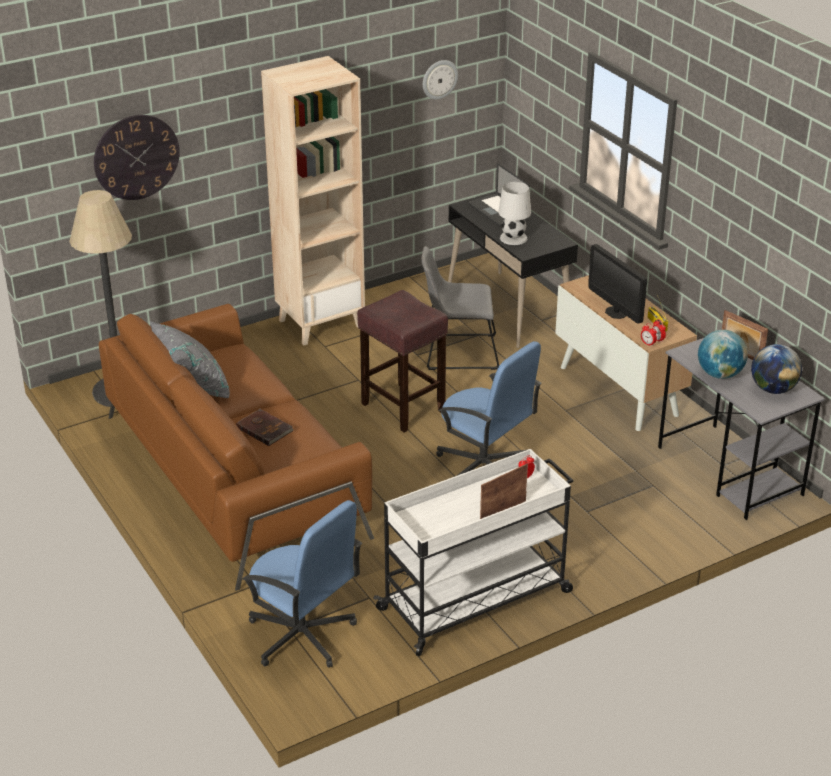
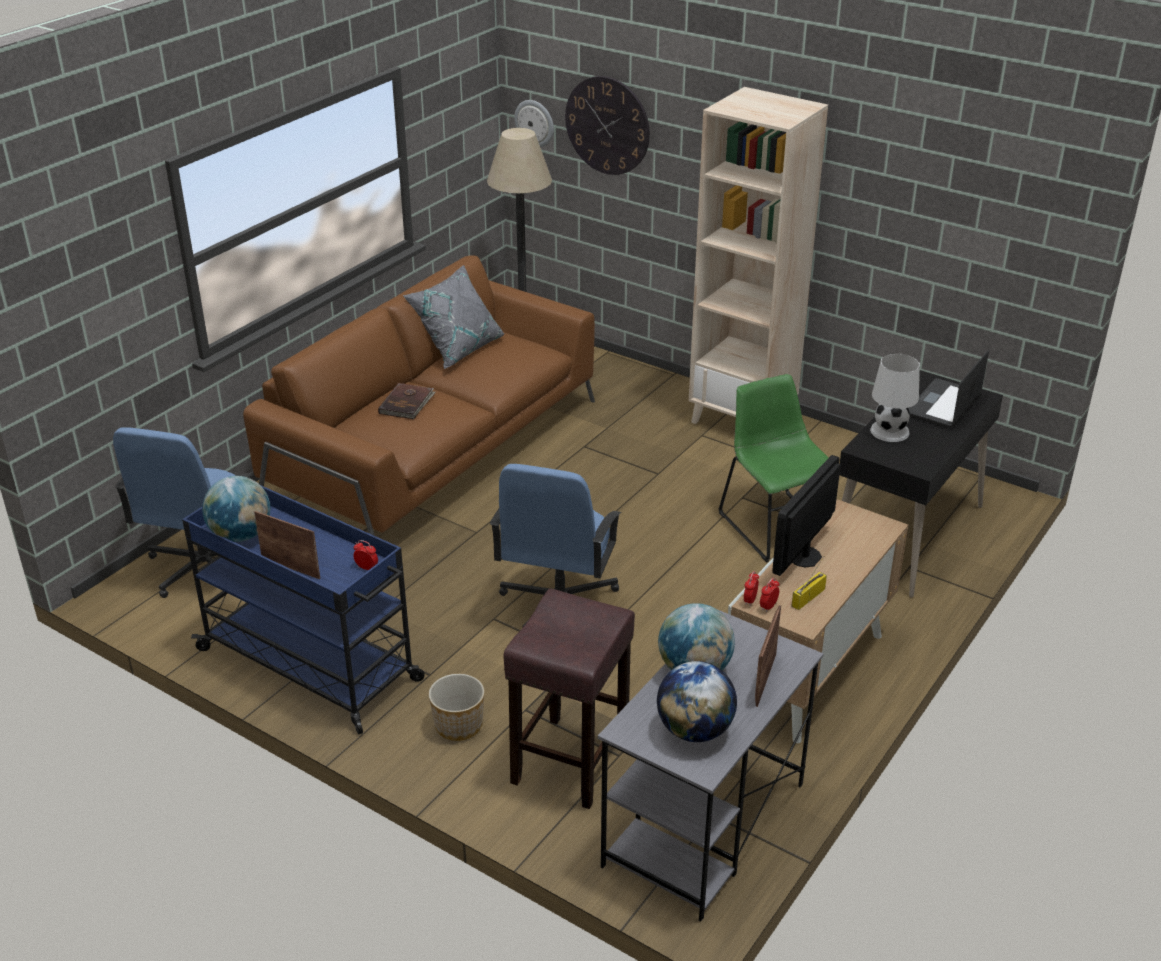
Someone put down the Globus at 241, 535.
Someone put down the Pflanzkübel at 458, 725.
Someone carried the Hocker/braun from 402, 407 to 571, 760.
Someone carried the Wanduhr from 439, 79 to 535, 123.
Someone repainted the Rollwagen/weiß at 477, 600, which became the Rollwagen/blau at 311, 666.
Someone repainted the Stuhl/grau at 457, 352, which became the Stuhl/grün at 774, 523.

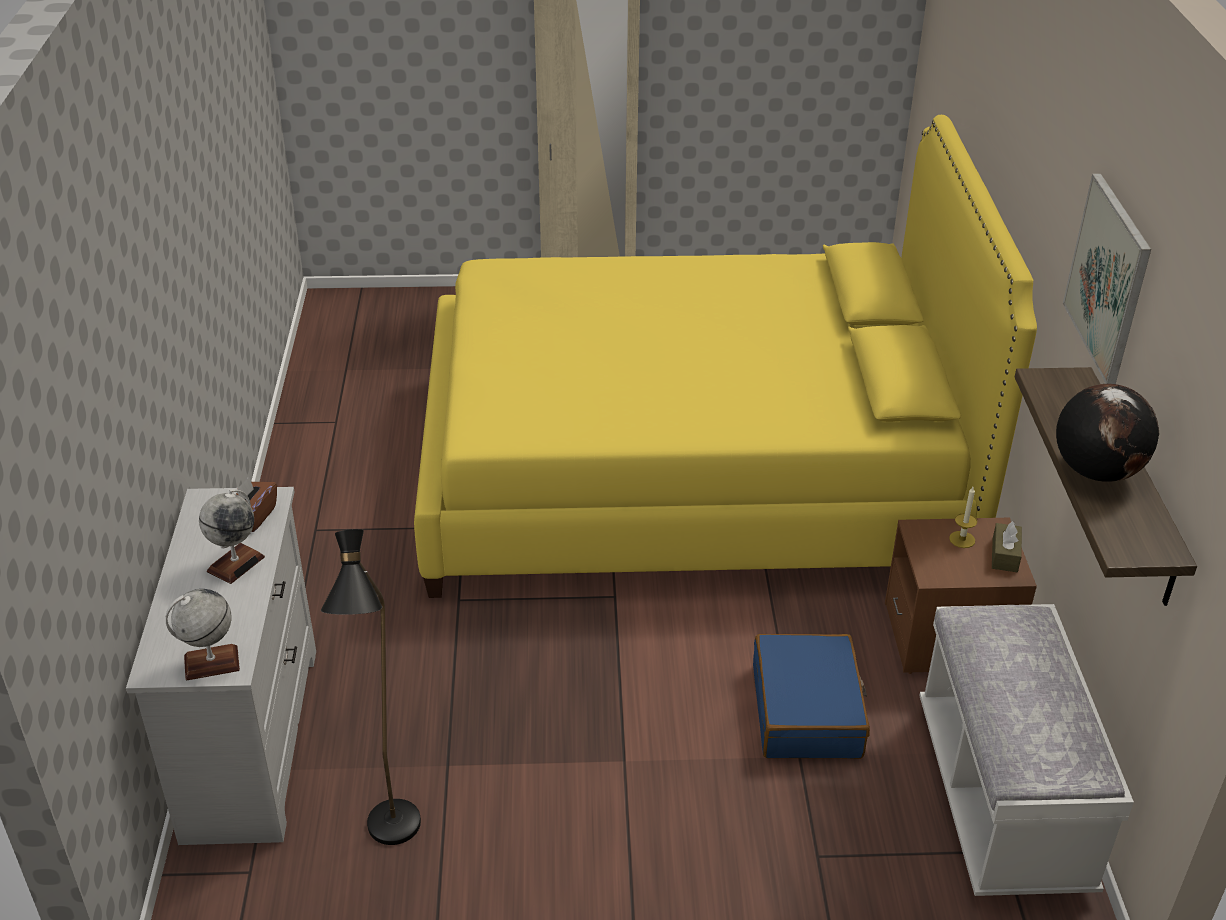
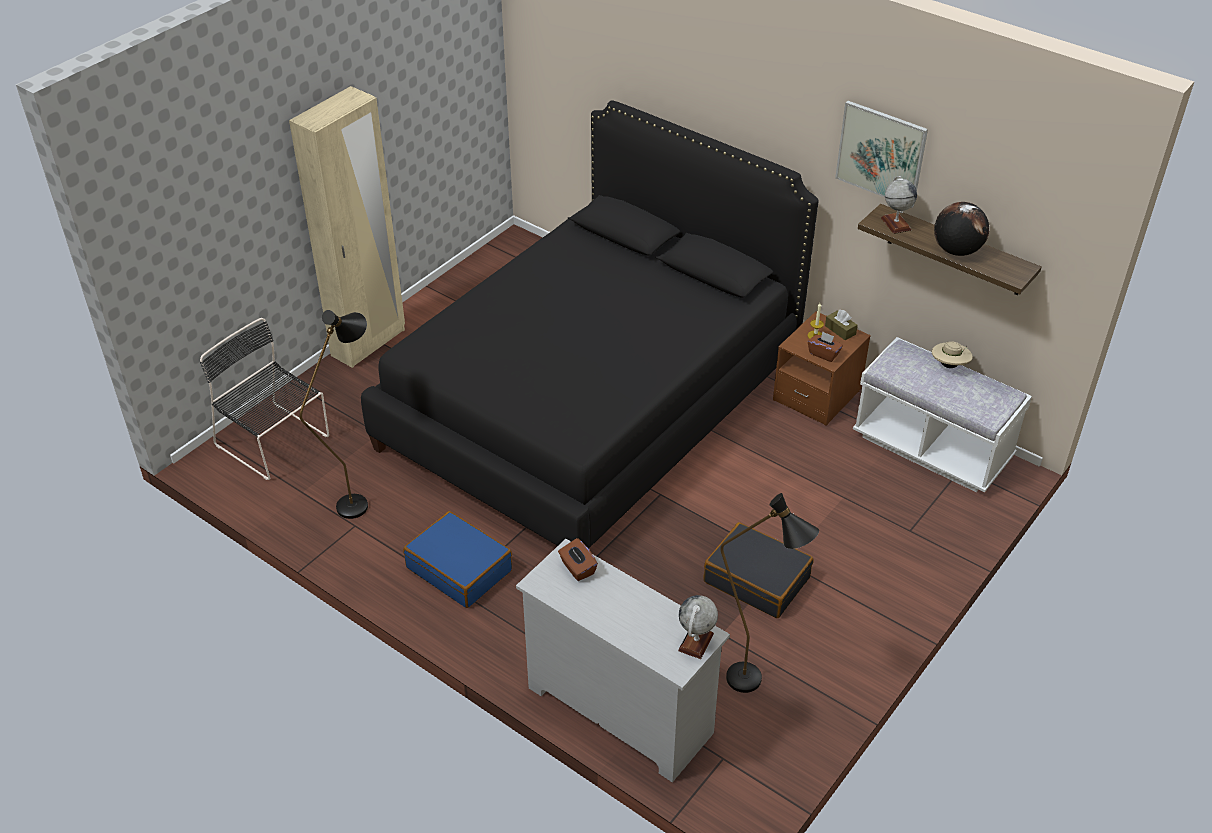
Someone put down the Stuhl/schwarz at 274, 442.
Someone put down the Stehlampe/schwarz at 361, 500.
Someone put down the Koffer/schwarz at 757, 579.
Someone put down the Taschentuchbox/braun at 824, 354.
Someone put down the Hut/beige at 949, 365.
Someone carried the Globus from 236, 564 to 895, 224.
Someone carried the Koffer/blau from 807, 711 to 459, 569.
Someone repainted the Bett/gelb at 690, 473, which became the Bett/schwarz at 592, 404.

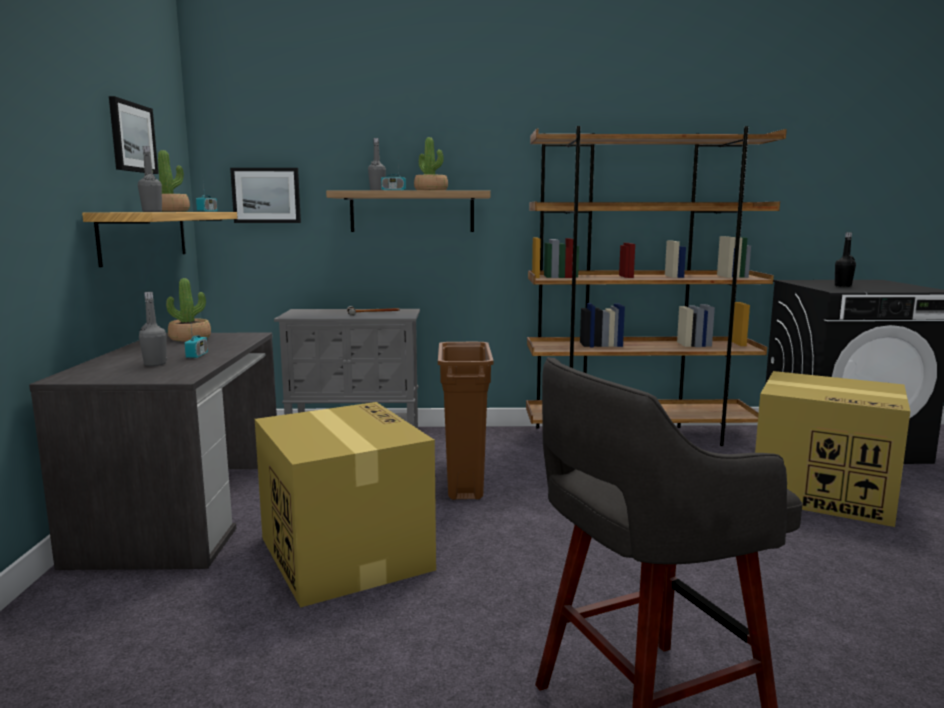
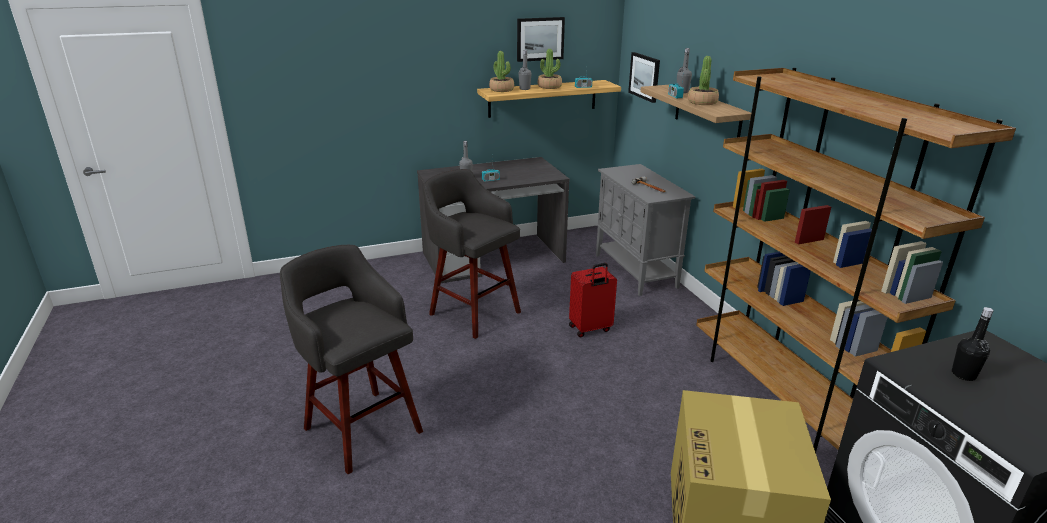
Someone carried the Topfpflanze from 190, 338 to 502, 90.
Someone swapped the Karton at 343, 552 for the Hocker/grau at 473, 312.
Someone swapped the Mülleimer/braun at 465, 484 for the Koffer/rot at 590, 329.

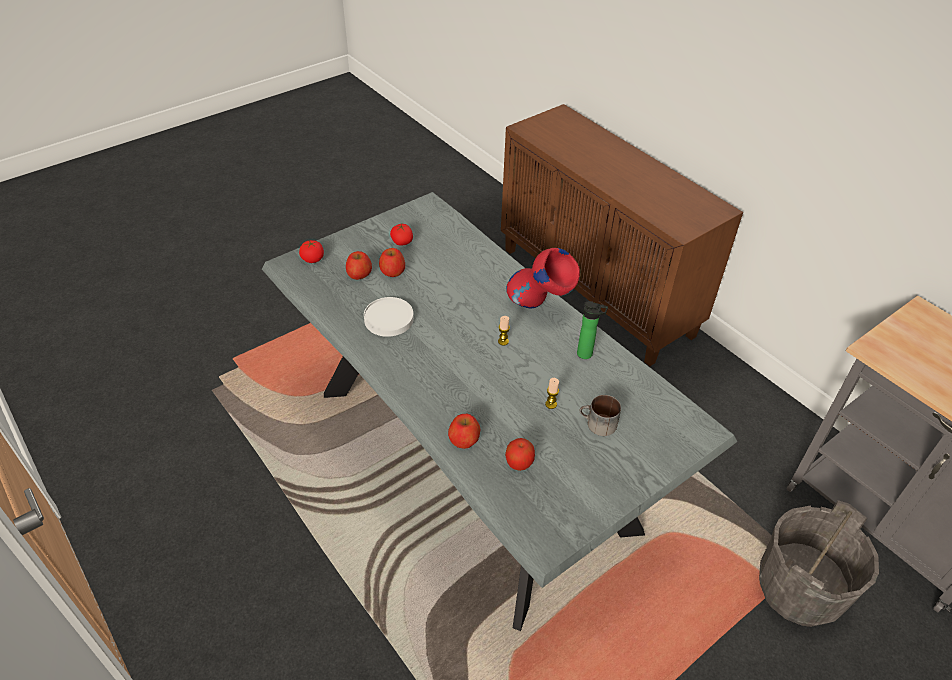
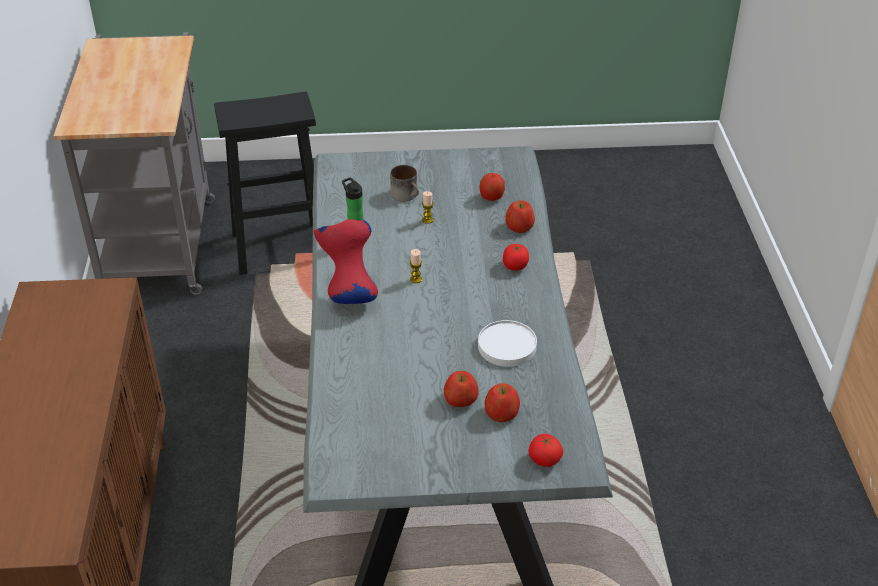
Someone carried the Tomate from 402, 242 to 515, 266.
Someone swapped the Eimer/grau at 799, 589 for the Hocker/schwarz at 281, 246.

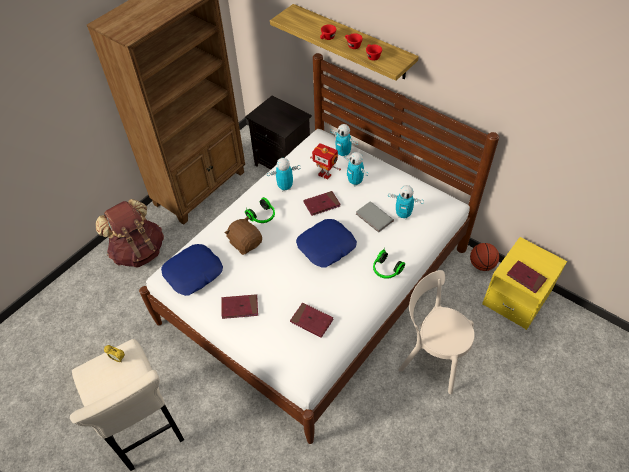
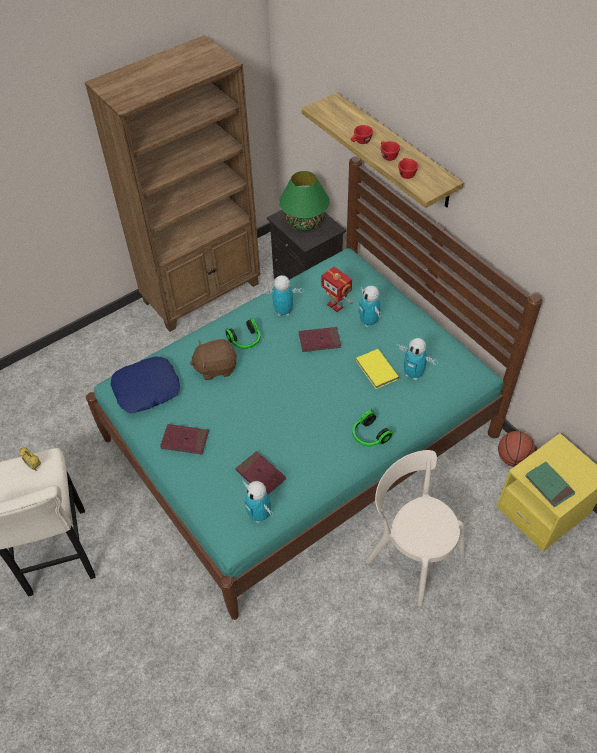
Someone took away the Rucksack/braun at 138, 251.
Someone took away the Kissen/blau at 326, 247.
Someone put down the Tischlampe/grün at 304, 222.
Someone carried the Spielzeugroboter from 343, 154 to 259, 515.
Someone repainted the Bett/weiß at 316, 285, which became the Bett/türkis at 300, 437.
Someone repainted the Buch/grau at 374, 218, which became the Buch/gelb at 376, 370.
Someone repainted the Buch/rot at 526, 277, which became the Buch/grün at 549, 485.
Someone rotated the Plüschtier/braun at 245, 243 by 75 degrees counterclockwise.

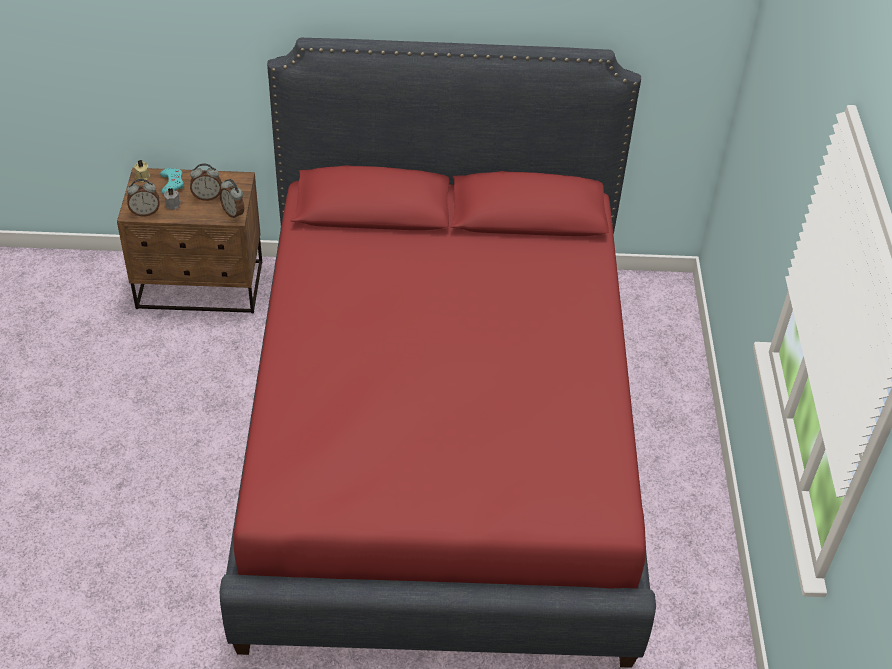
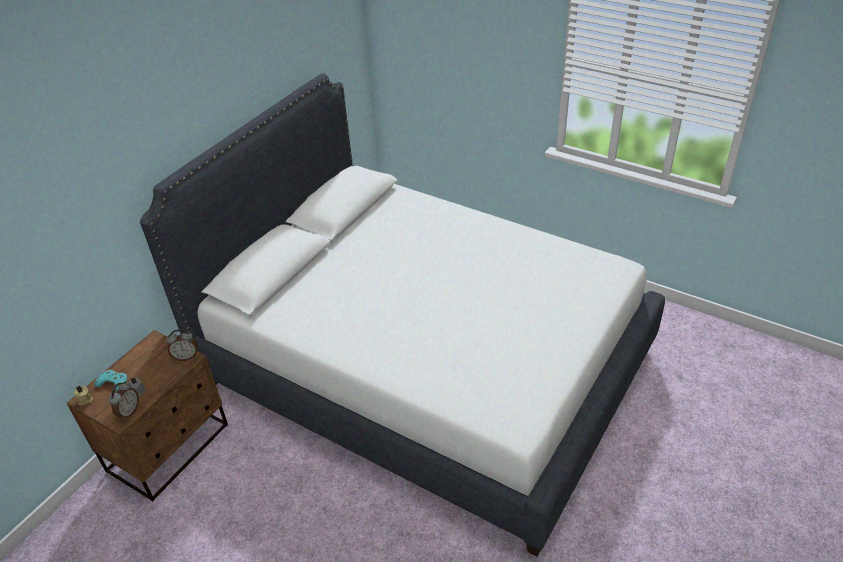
Someone took away the Wecker at 207, 196.
Someone repainted the Bett/rot at 441, 441, which became the Bett/weiß at 426, 367.

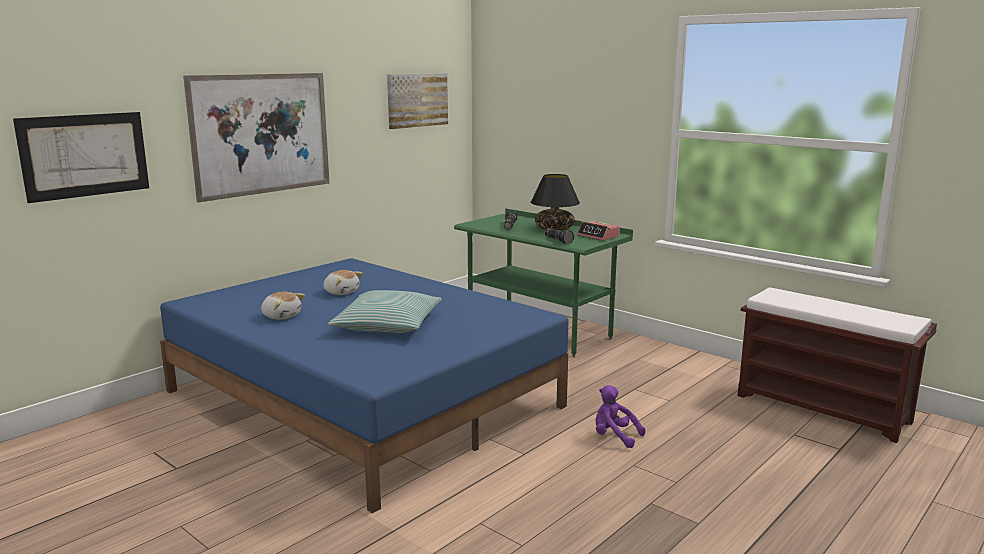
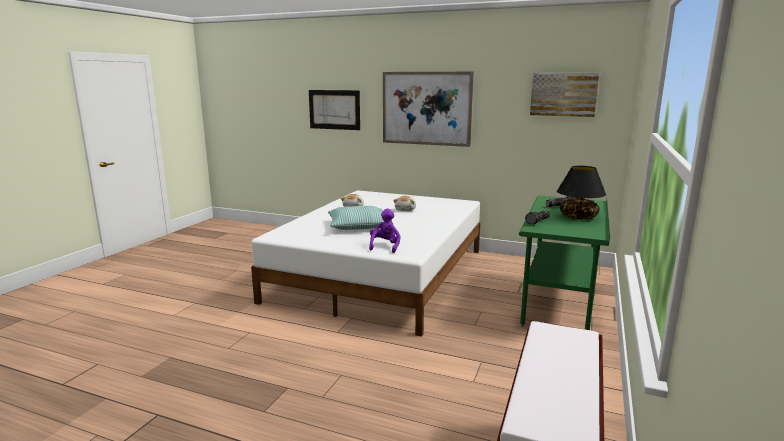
Someone took away the Wecker at 598, 236.
Someone carried the Plüschtier/lila from 614, 437 to 385, 246.
Someone repainted the Bett/blau at 363, 398, which became the Bett/weiß at 381, 274.

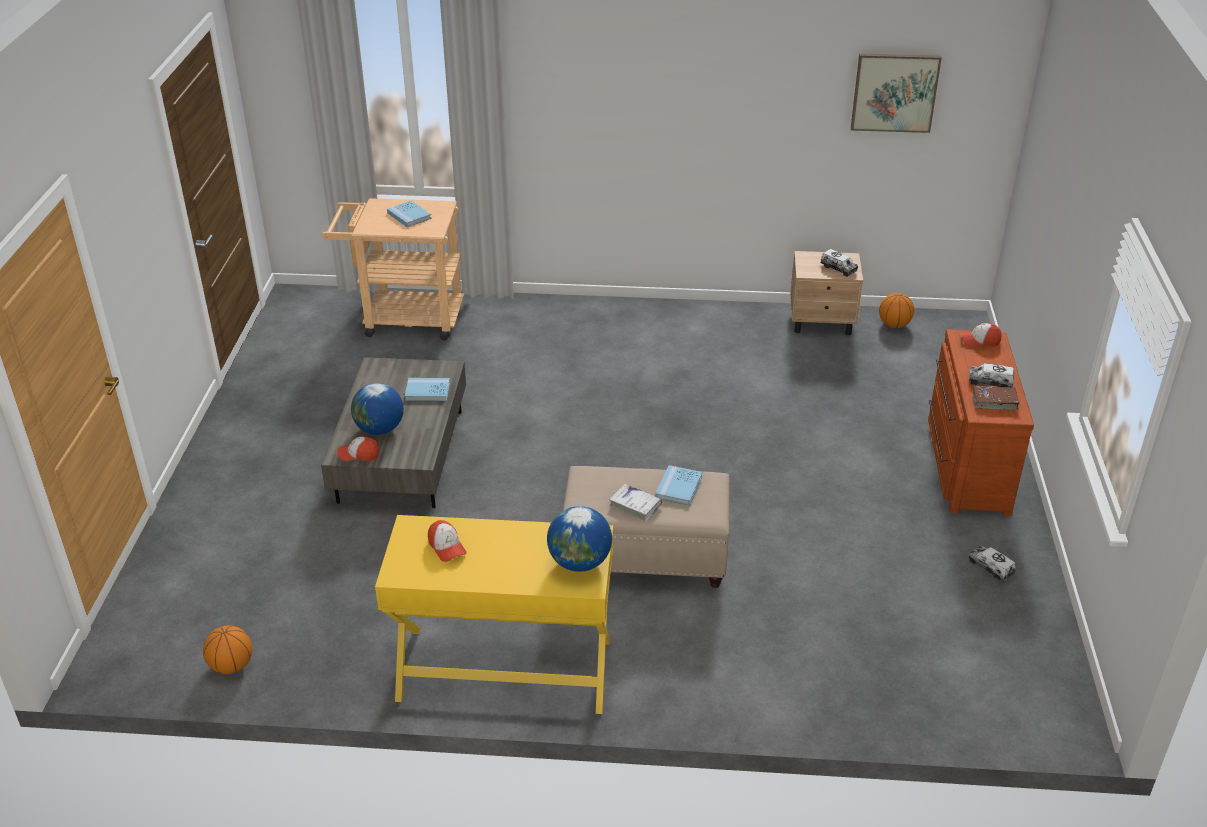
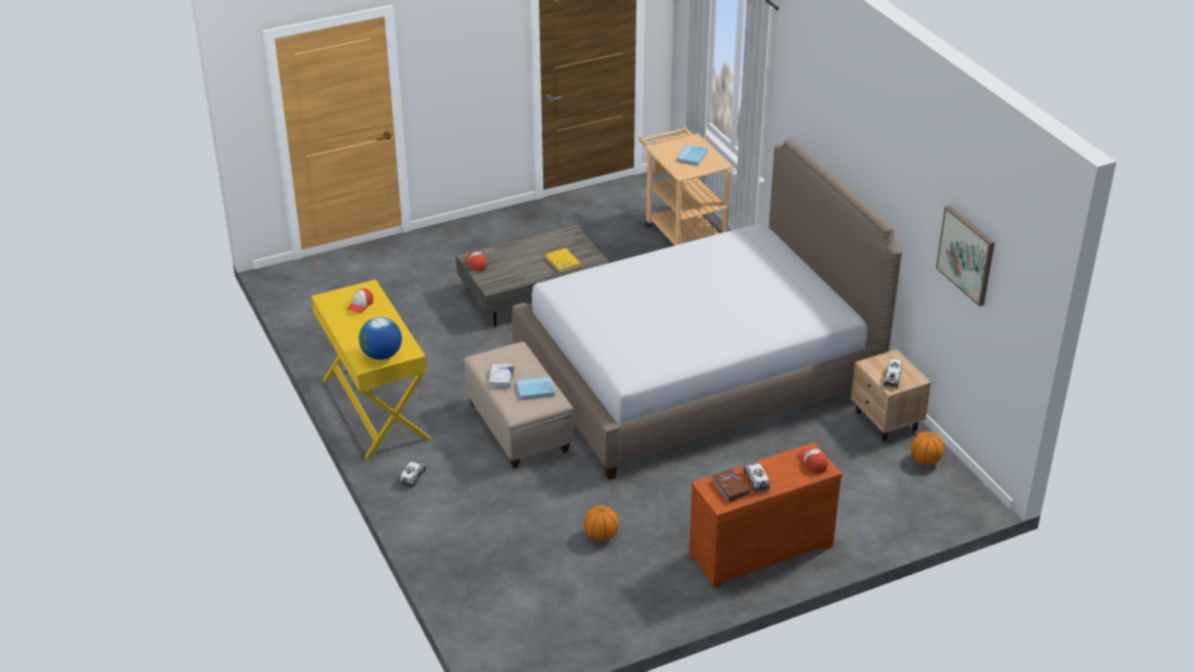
Someone took away the Globus at 379, 429.
Someone put down the Bett at 697, 374.
Someone carried the Basketball from 232, 666 to 601, 536.
Someone carried the Spielzeuglaster from 990, 567 to 413, 477.
Someone repainted the Buch/blau at 427, 391, which became the Buch/gelb at 562, 262.

